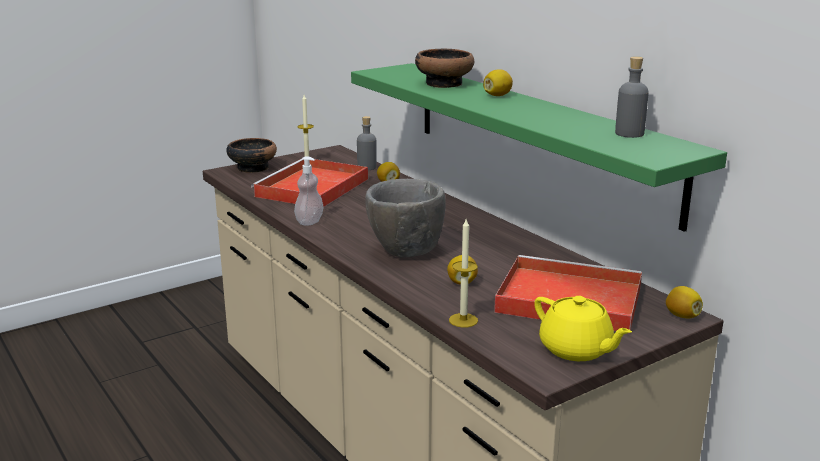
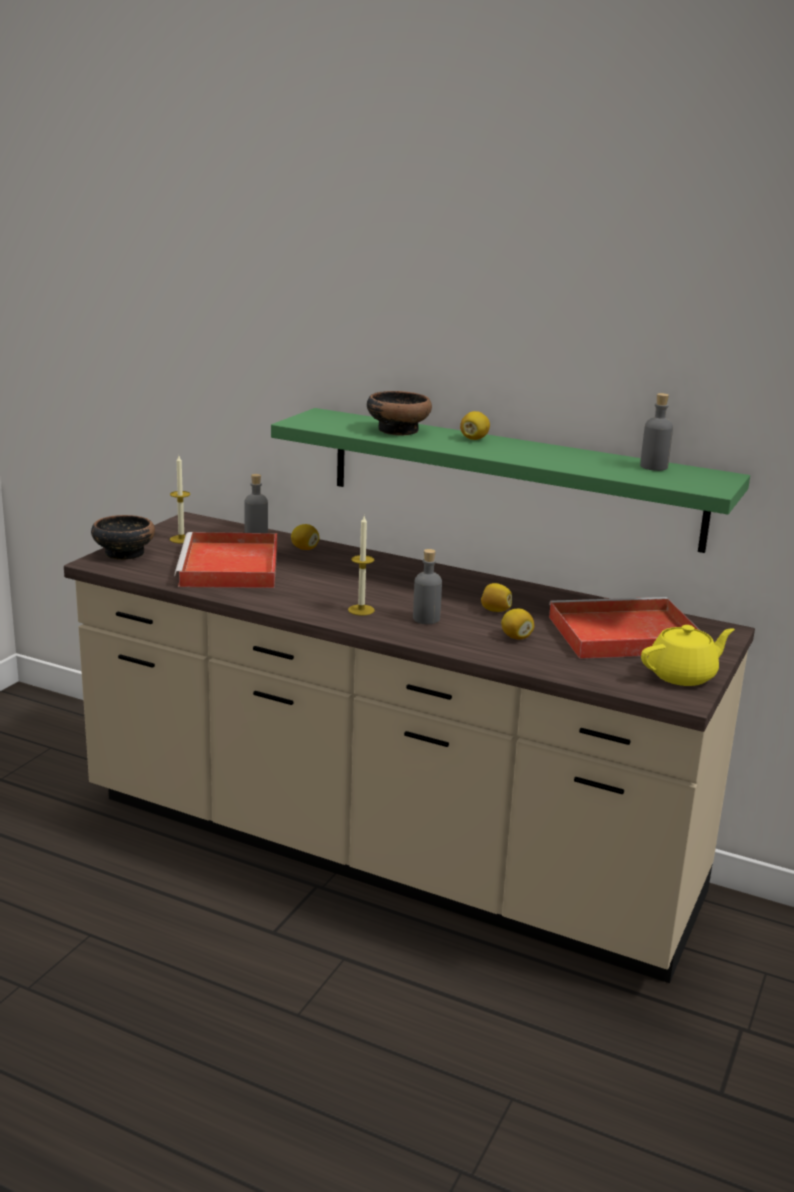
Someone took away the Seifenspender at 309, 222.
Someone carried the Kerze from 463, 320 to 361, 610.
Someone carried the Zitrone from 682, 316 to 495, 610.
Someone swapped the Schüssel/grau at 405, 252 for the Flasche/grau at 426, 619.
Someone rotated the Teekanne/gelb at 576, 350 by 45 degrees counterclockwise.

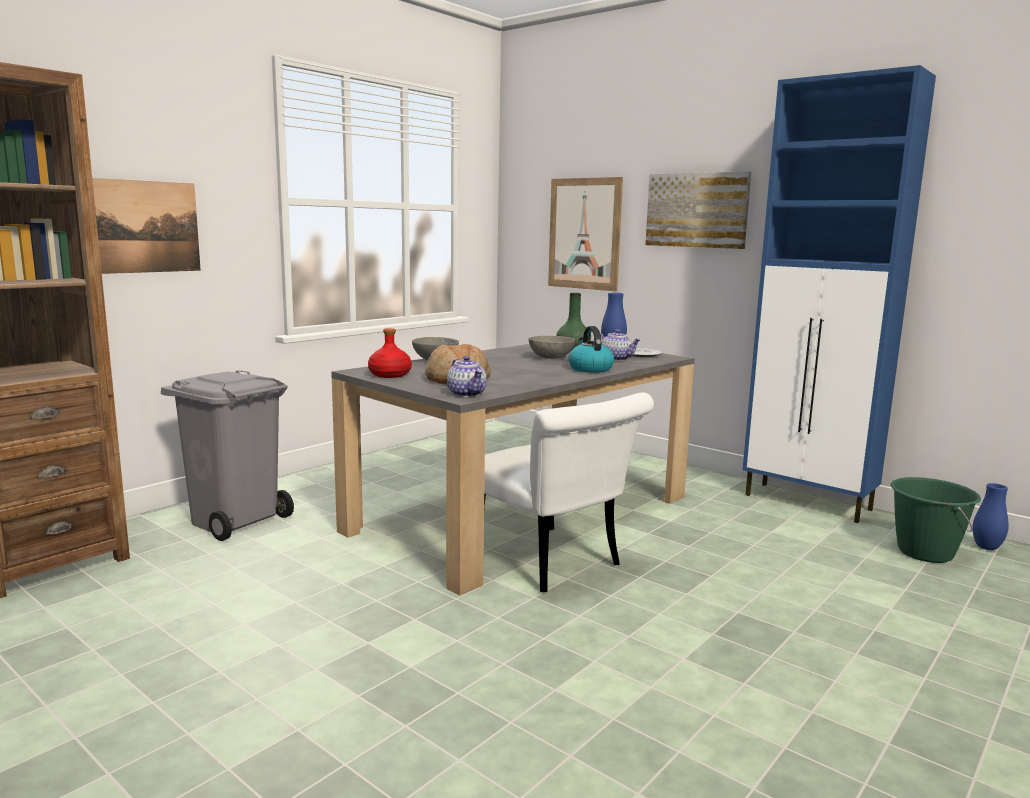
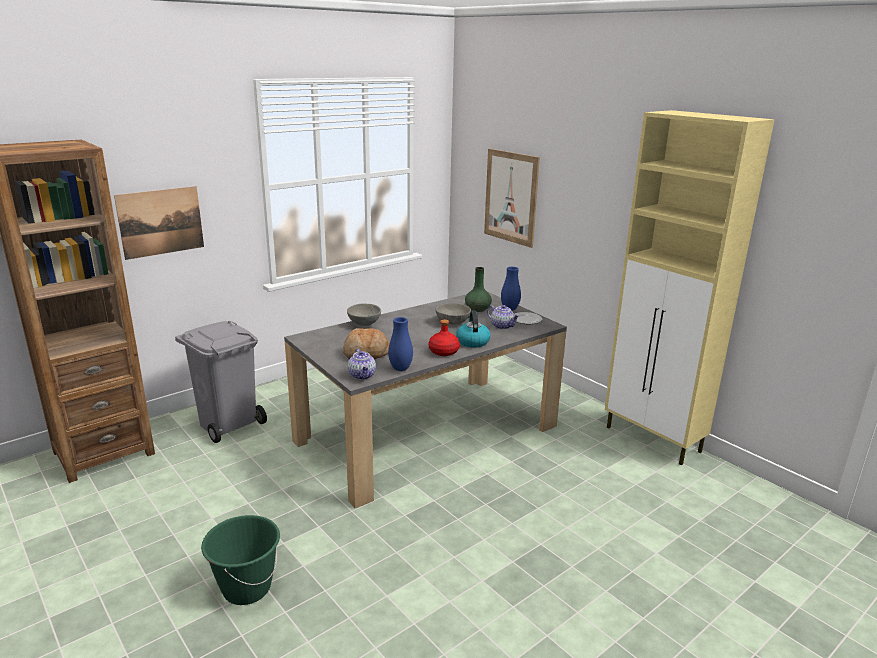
Someone took away the Stuhl/weiß at 553, 564.
Someone took away the Bild at 697, 210.
Someone carried the Flasche/rot from 390, 375 to 444, 351.
Someone carried the Eimer/grün from 924, 552 to 246, 588.
Someone carried the Vase/blau from 986, 548 to 400, 369.
Someone repainted the Schrank/blau at 809, 503, which became the Schrank/beige at 653, 440.

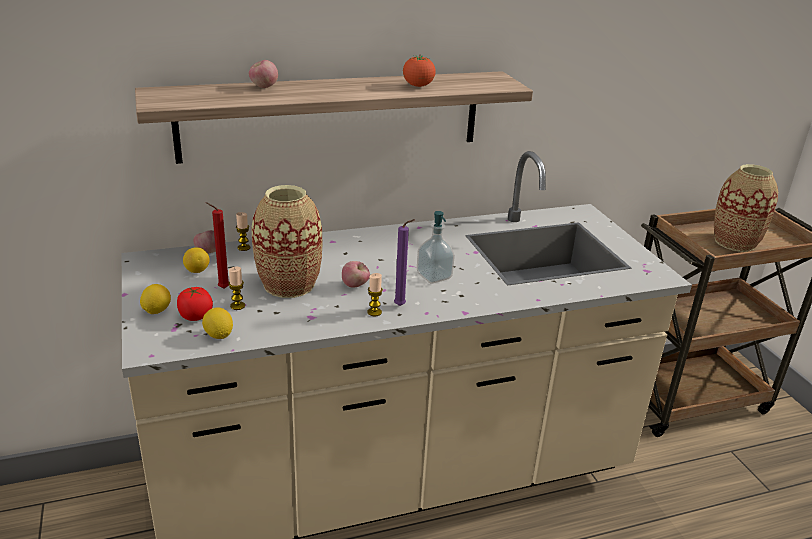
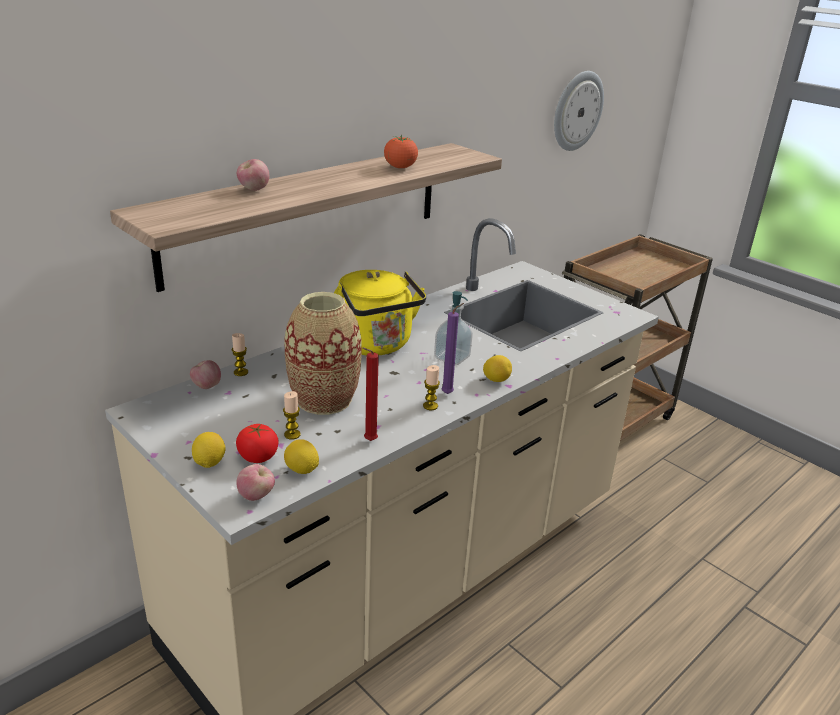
Someone took away the Vase at 734, 242.
Someone put down the Wasserkessel/gelb at 375, 345.
Someone put up the Wanduhr at 577, 111.
Someone carried the Zitrone from 197, 271 to 496, 380.
Someone carried the Kerze/rot from 222, 288 to 368, 441.
Someone carried the Apfel from 355, 285 to 256, 496.

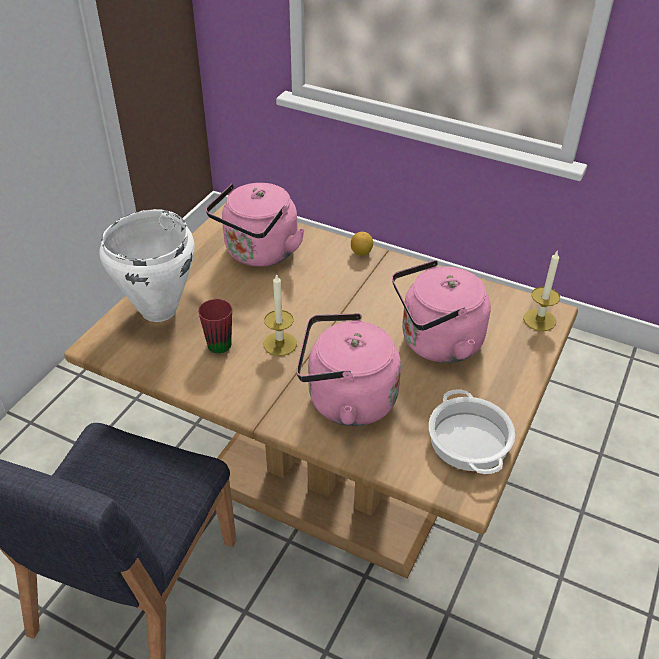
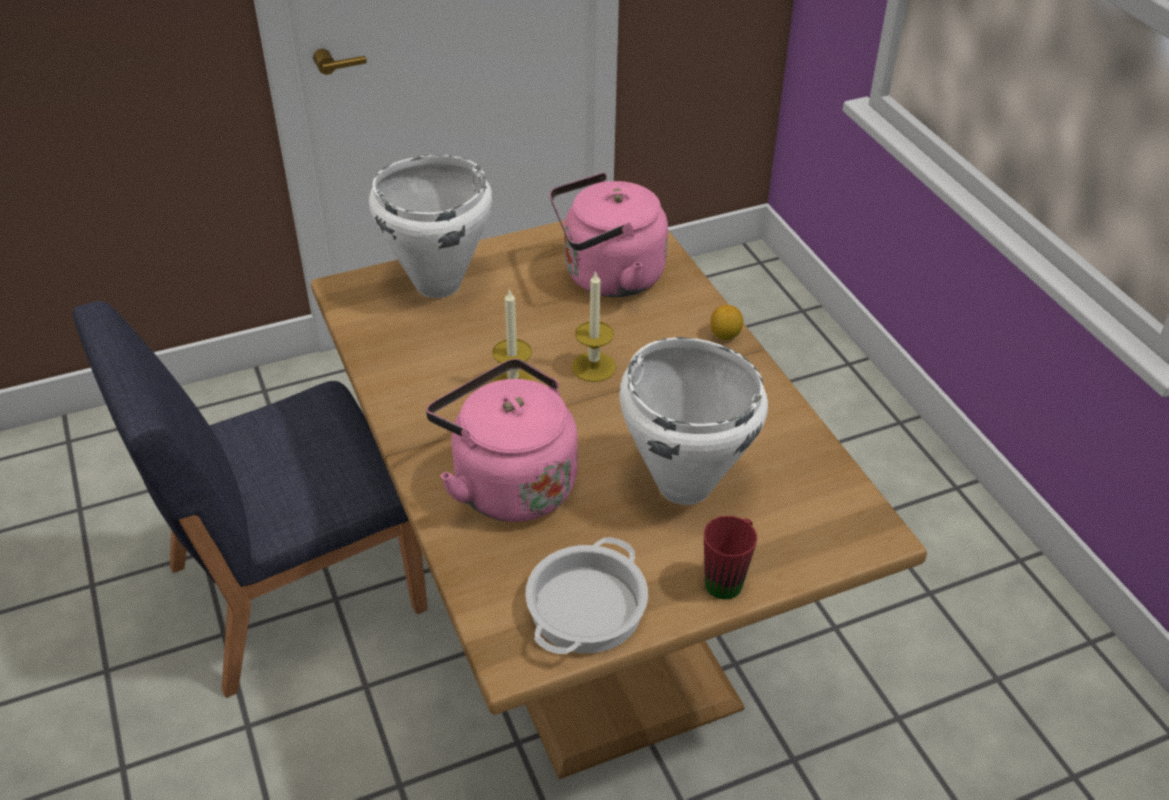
Someone carried the Henkelbecher/rot from 219, 340 to 728, 577.
Someone carried the Kerze from 539, 320 to 593, 367.
Someone swapped the Wasserkessel/rosa at 436, 343 for the Kochtopf/weiß at 684, 484.

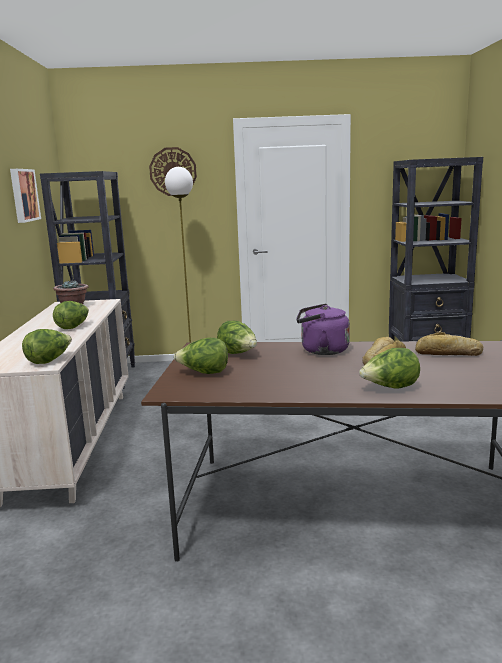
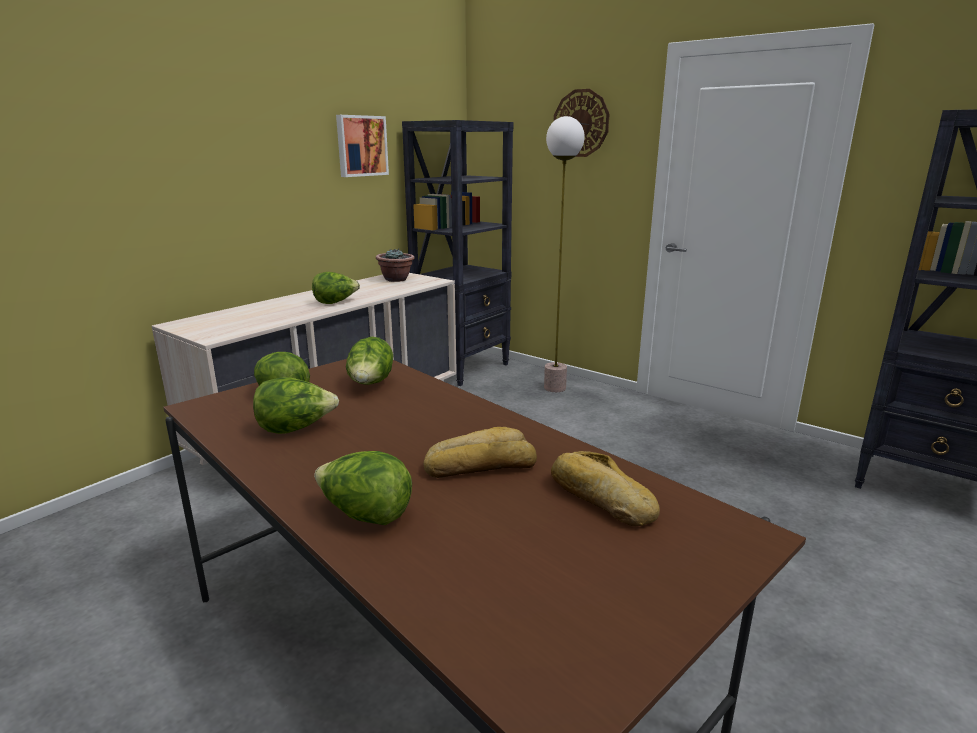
Someone took away the Wasserkessel/lila at 321, 350.
Someone carried the Salatkopf from 49, 361 to 296, 429.

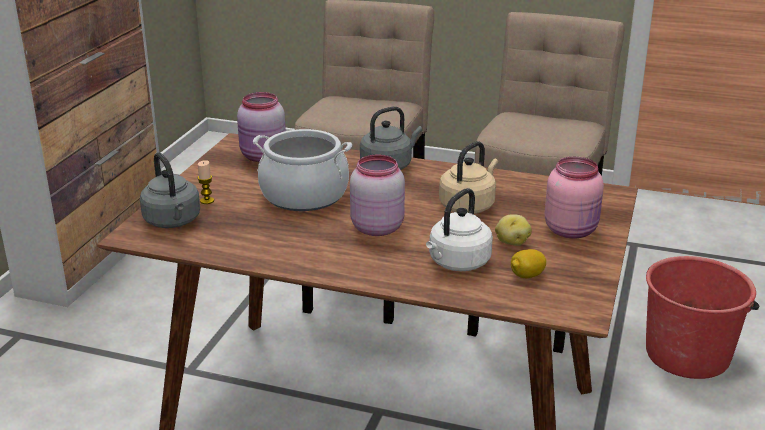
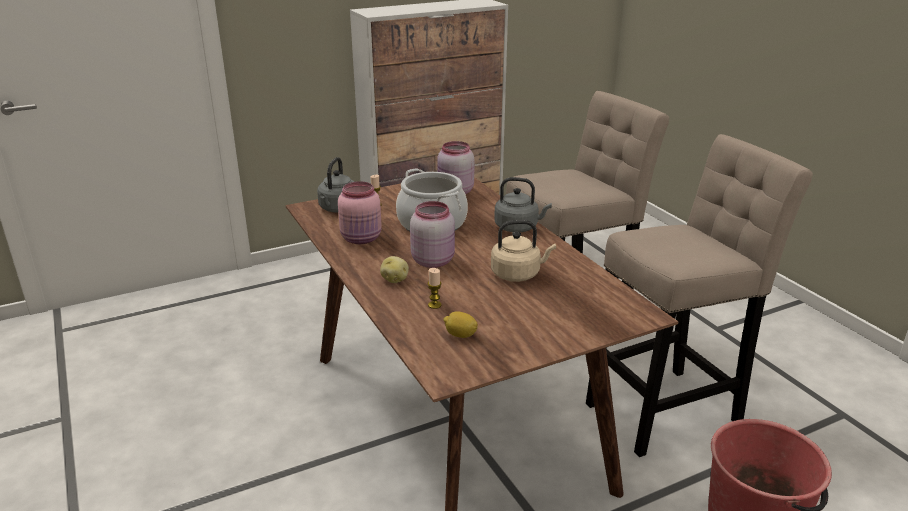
Someone carried the Kartoffel from 512, 242 to 395, 279.
Someone carried the Vorratsglas/rosa from 572, 230 to 362, 239.
Someone swapped the Wasserkessel/weiß at 457, 263 for the Kerze at 434, 305.

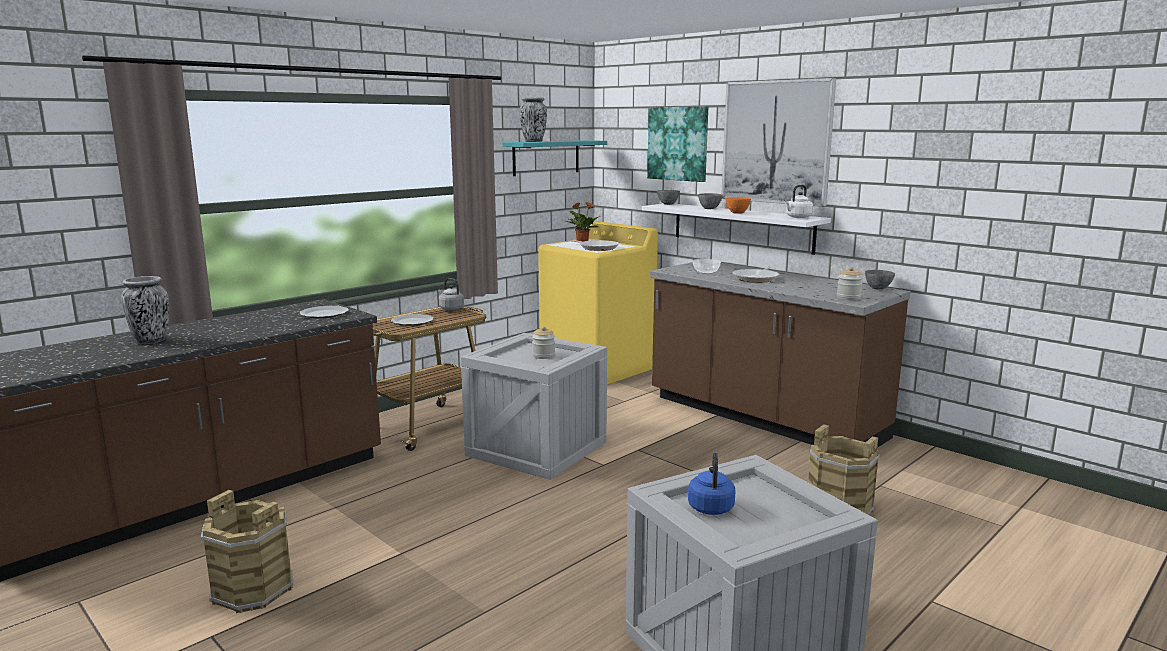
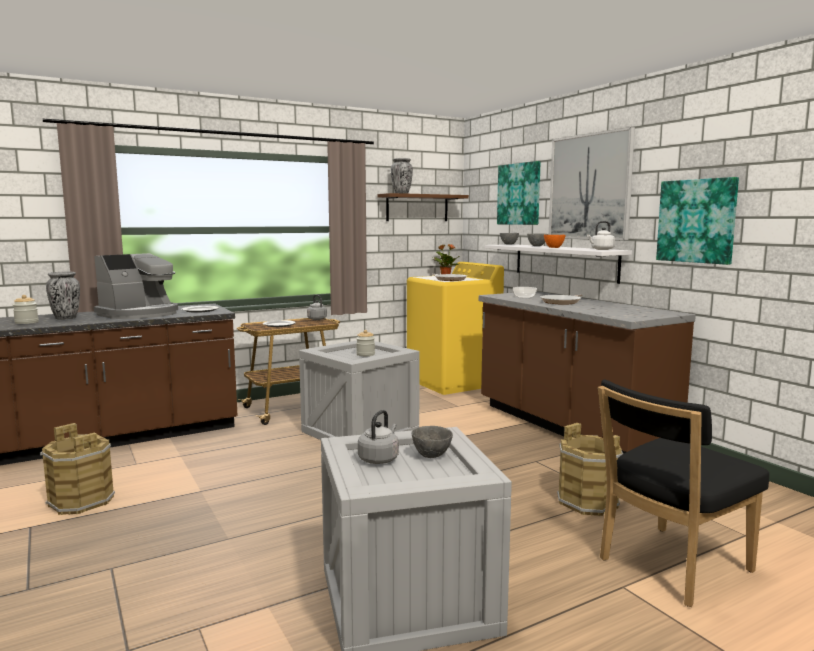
Someone put down the Kaffeemaschine at 140, 314.
Someone put down the Stuhl/schwarz at 669, 567.
Someone put up the Bild at 696, 221.
Someone carried the Vorratsglas from 848, 297 to 26, 322.
Someone carried the Schüssel/grau from 878, 288 to 432, 456.
Someone repainted the Wandregal/türkis at 546, 157, which became the Wandregal/braun at 417, 208.
Someone repainted the Wasserkessel/blau at 711, 507, which became the Wasserkessel/grau at 379, 459.

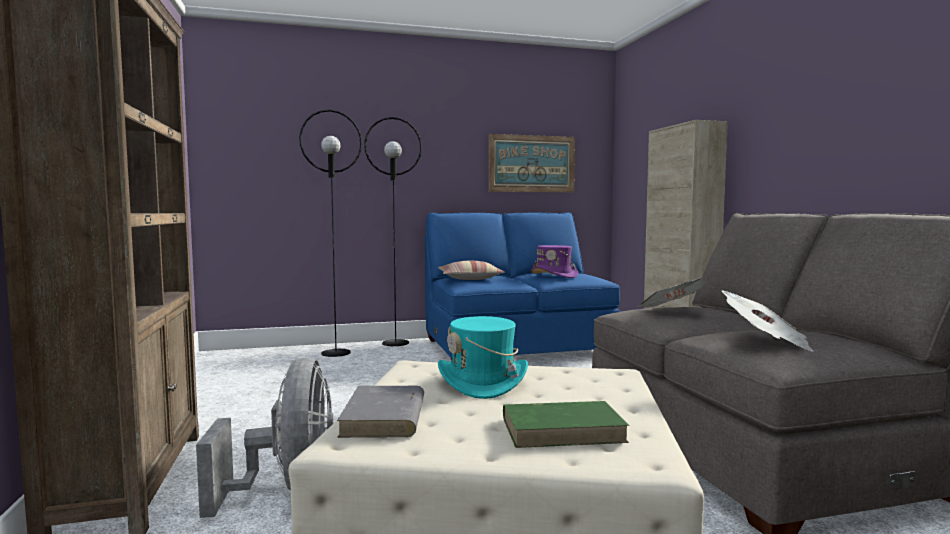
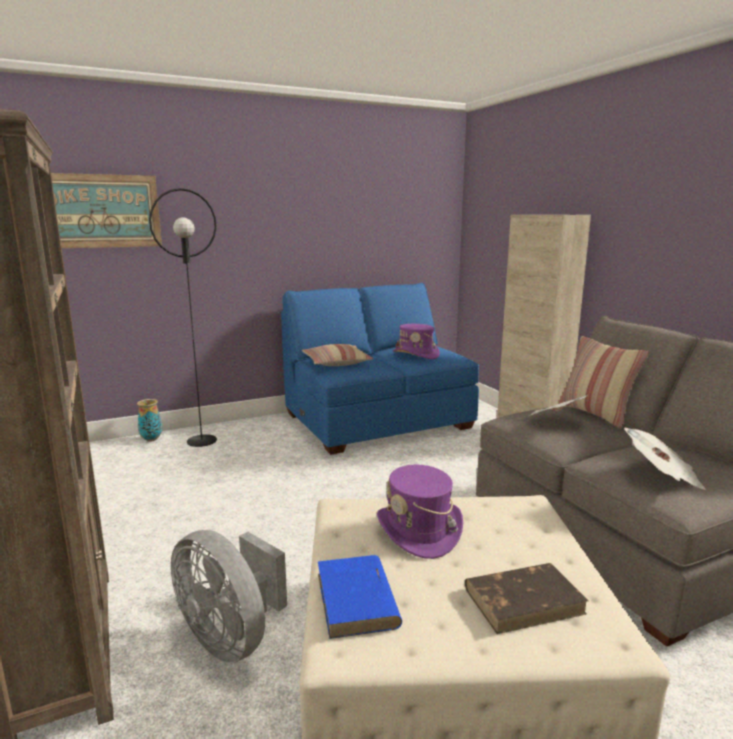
Someone took away the Stehlampe/schwarz at 395, 343.
Someone put down the Vase at 151, 439.
Someone put down the Kissen at 596, 414.
Someone carried the Bild from 532, 164 to 98, 211.
Someone repainted the Buch/grau at 384, 417, which became the Buch/blau at 357, 600.
Someone repainted the Hut/türkis at 483, 382, which became the Hut/lila at 419, 531.
Someone repainted the Buch/grün at 563, 429, which became the Buch/braun at 524, 600.
Someone rotated the Ventilator/grau at 288, 488 by 150 degrees clockwise.

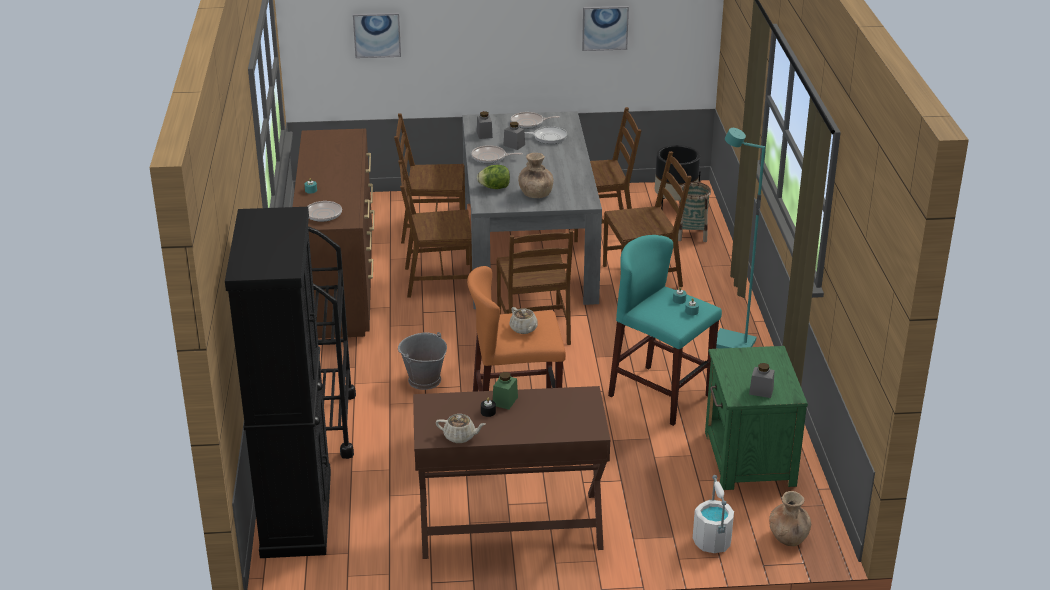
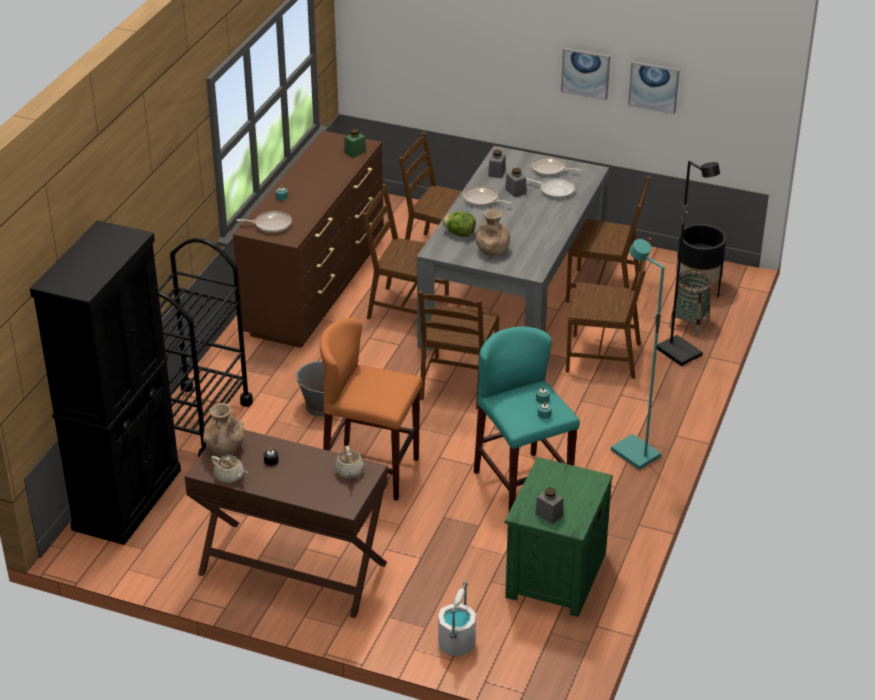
Someone put down the Stehlampe/schwarz at 680, 352.
Someone carried the Bild from 377, 35 to 585, 73.
Someone carried the Vorratsglas/grün from 505, 401 to 355, 152.
Someone carried the Teekanne/beige from 524, 329 to 349, 472.
Someone carried the Vase/braun from 788, 537 to 225, 448.

